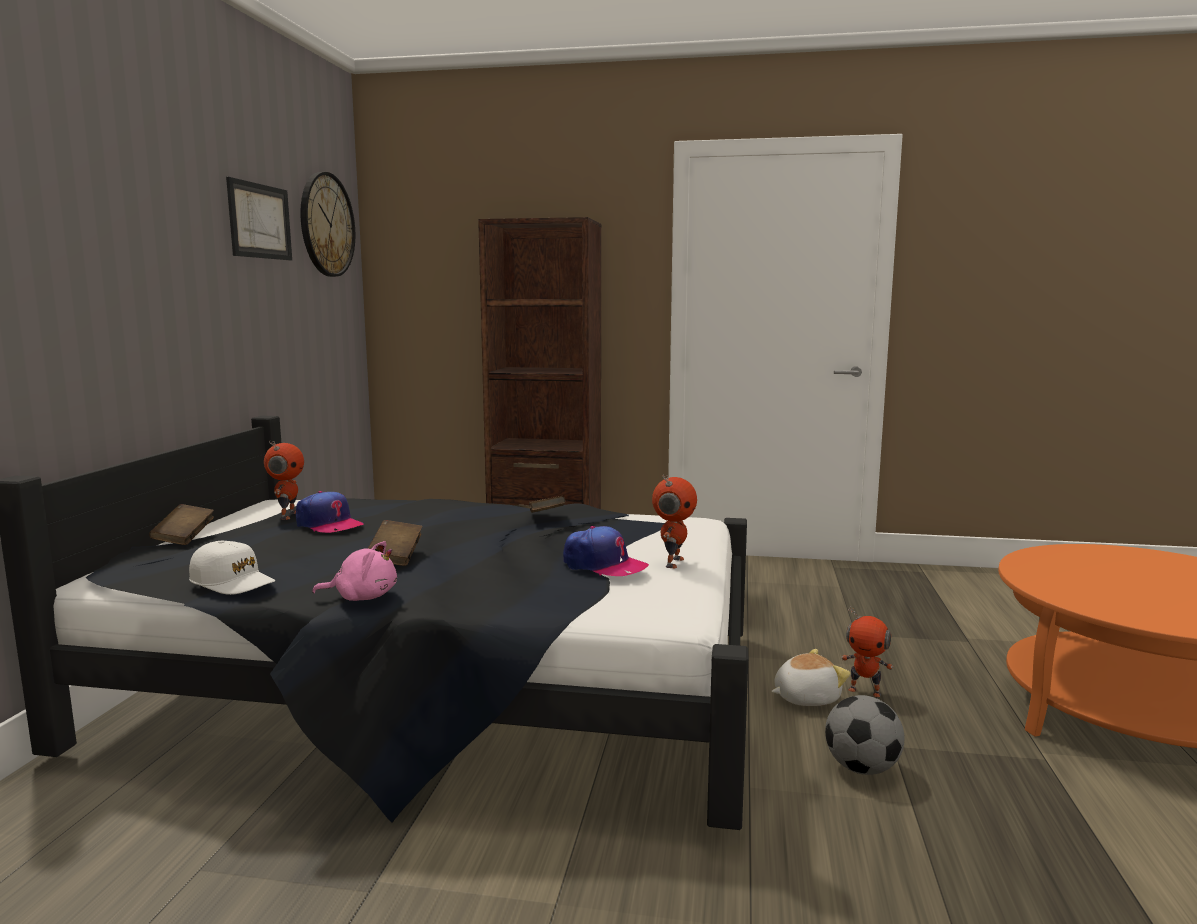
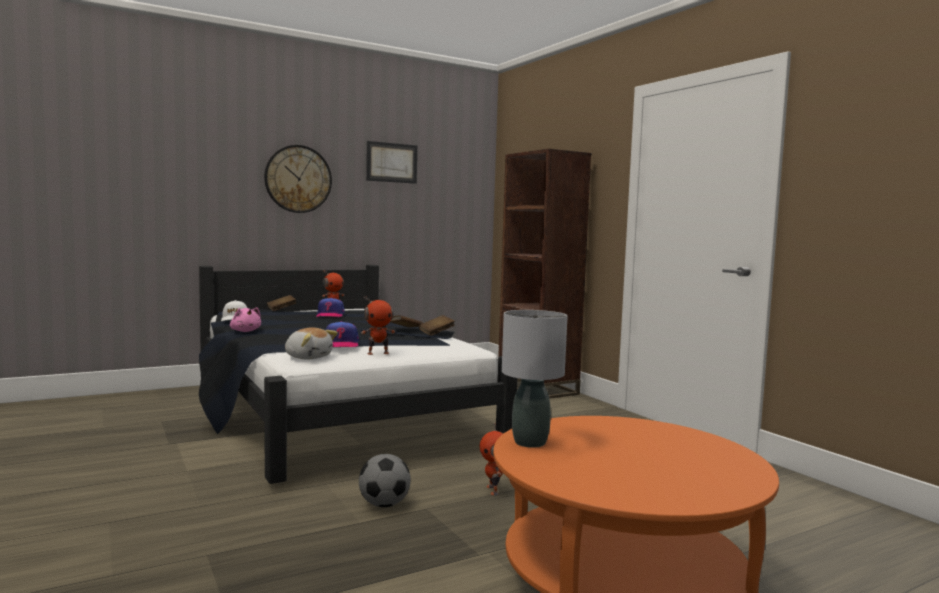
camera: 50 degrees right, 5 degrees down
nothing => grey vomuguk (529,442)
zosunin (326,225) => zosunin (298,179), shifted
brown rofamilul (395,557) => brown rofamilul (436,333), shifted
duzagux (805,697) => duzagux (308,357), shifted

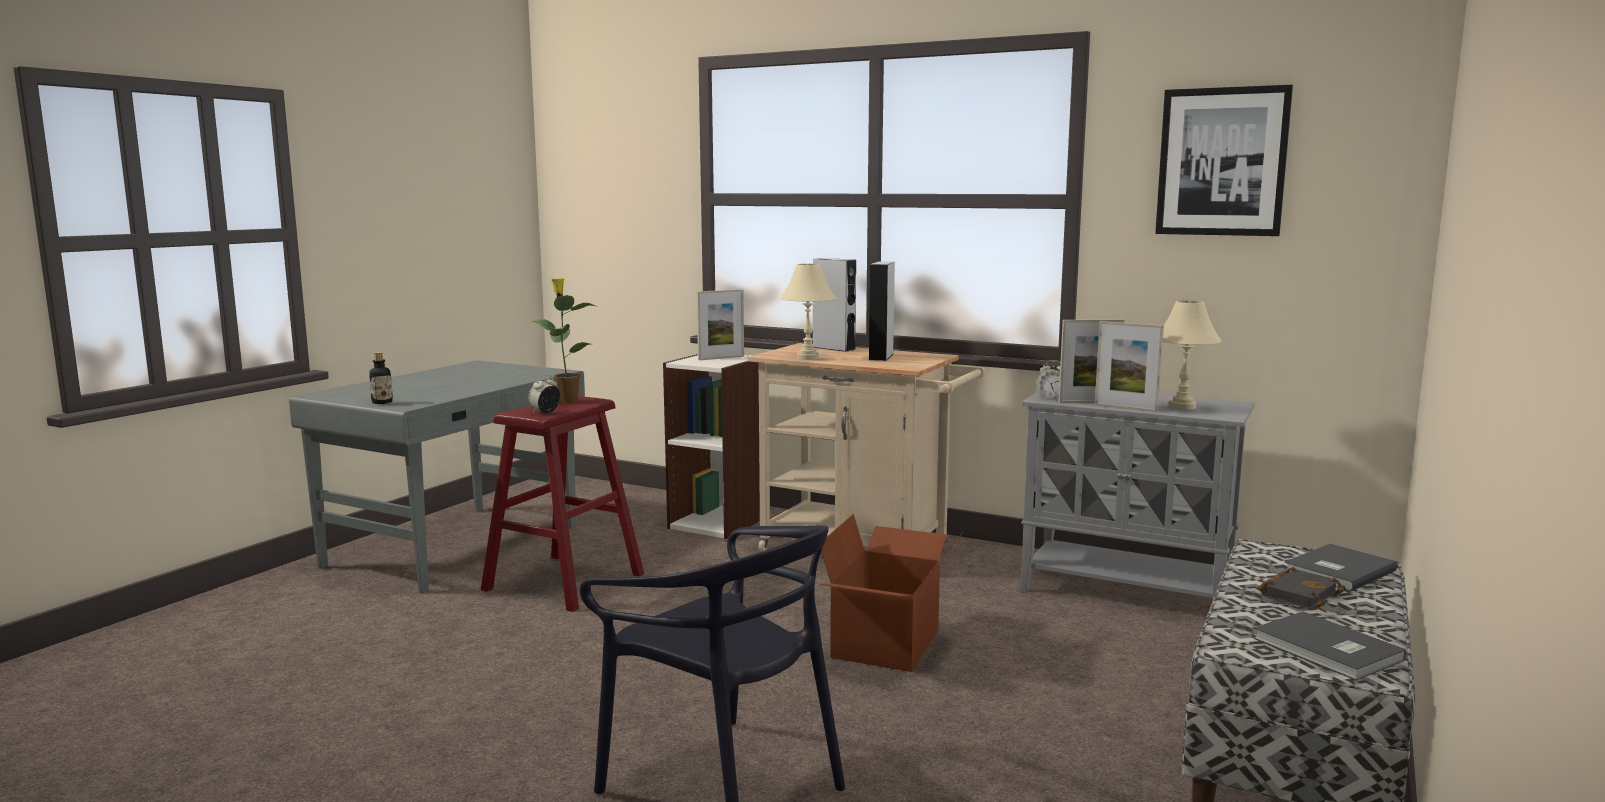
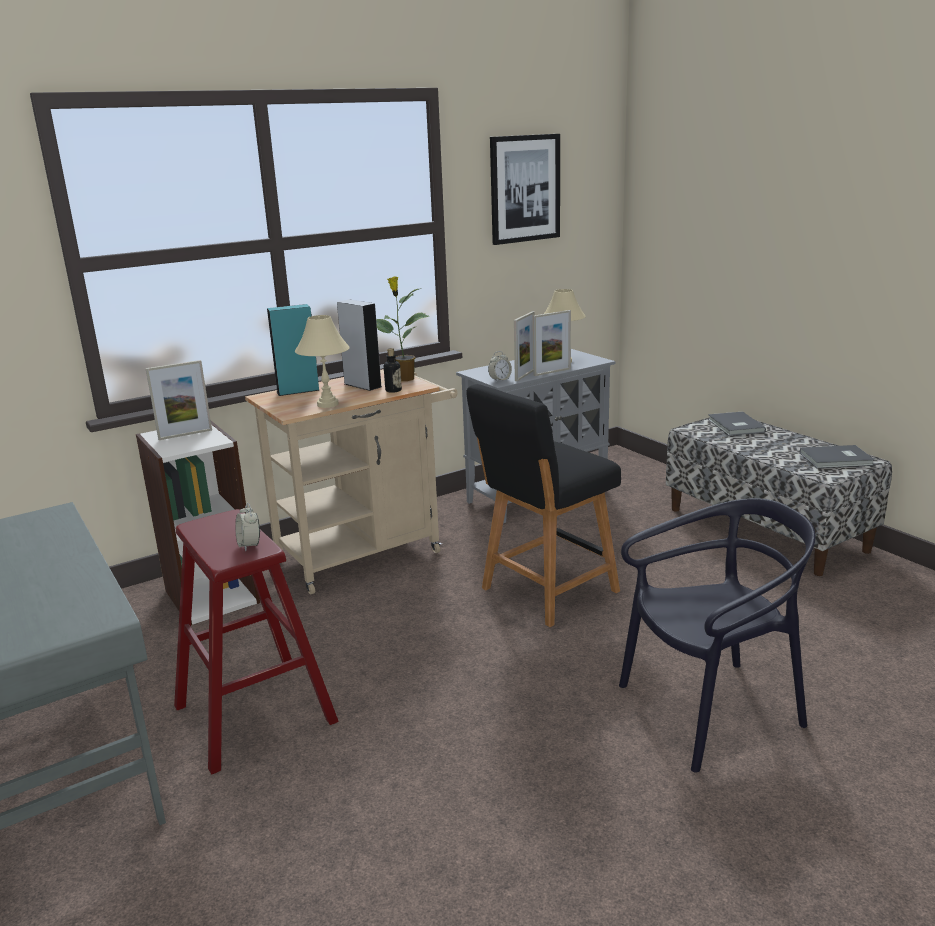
camera: 60 degrees left, 10 degrees up
black rofamilul (1299,594) => nothing
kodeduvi (382,402) => kodeduvi (393,390), shifted
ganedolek (567,401) => ganedolek (404,379), shifted
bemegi (888,645) => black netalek (545,592)
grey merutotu (834,348) => turquoise merutotu (298,391)
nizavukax (721,358) => nizavukax (185,434), 60 degrees clockwise

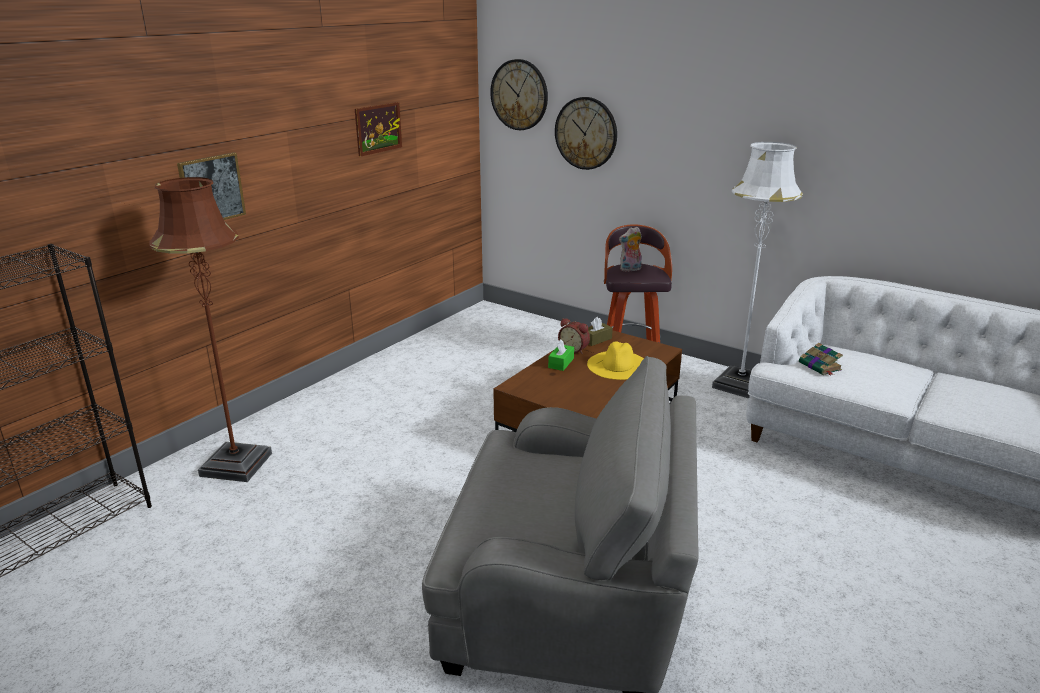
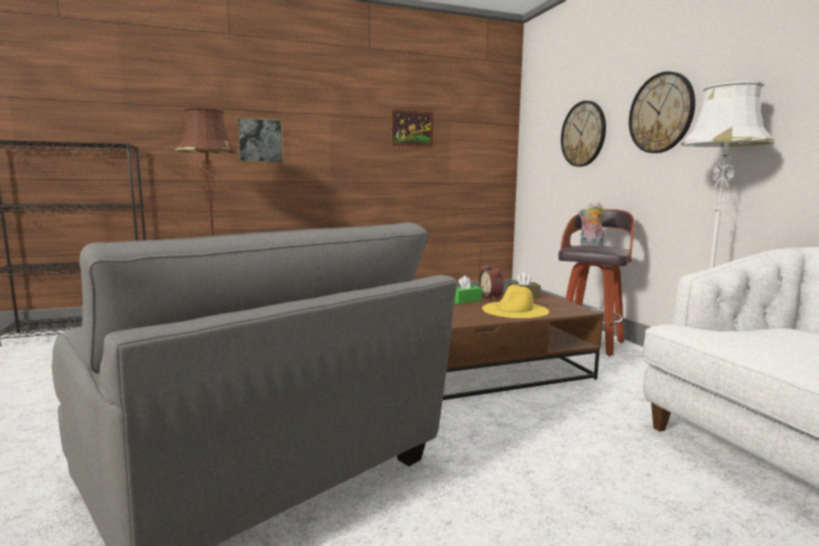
camera: 35 degrees right, 15 degrees down
rofamilul (820,366) => nothing
zosunin (519,95) => zosunin (661,113), shifted

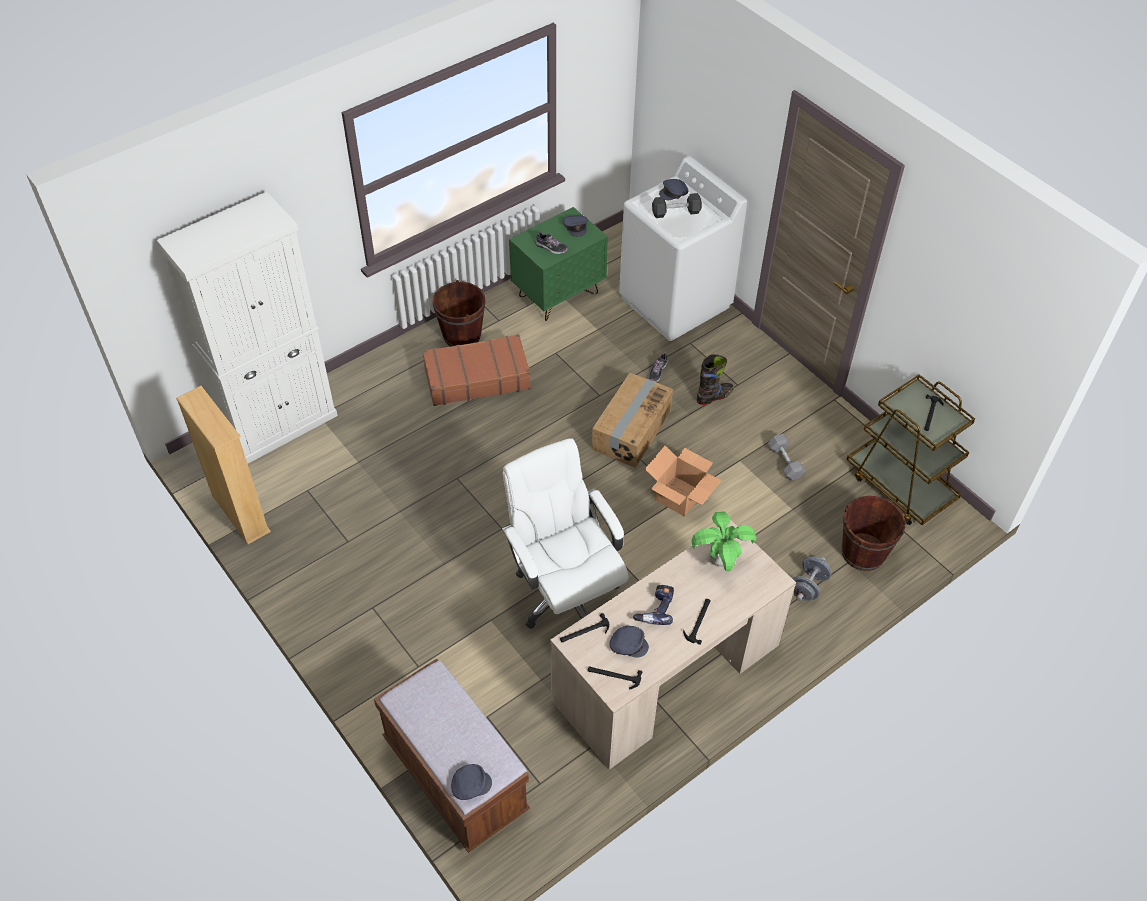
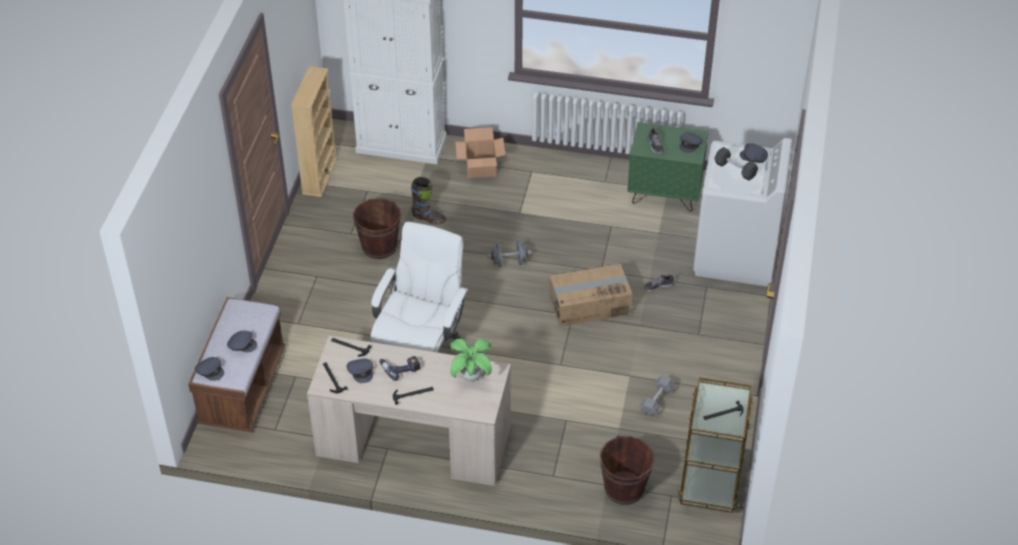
camera: 50 degrees right, 5 degrees down
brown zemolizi (476,378) => nothing
nothing => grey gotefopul (242,344)
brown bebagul (461,335) => brown bebagul (379,246), shifted
bemegi (679,495) => bemegi (481,167), shifted
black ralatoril (714,396) => black ralatoril (429,218), shifted
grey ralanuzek (808,586) => grey ralanuzek (509,262), shifted

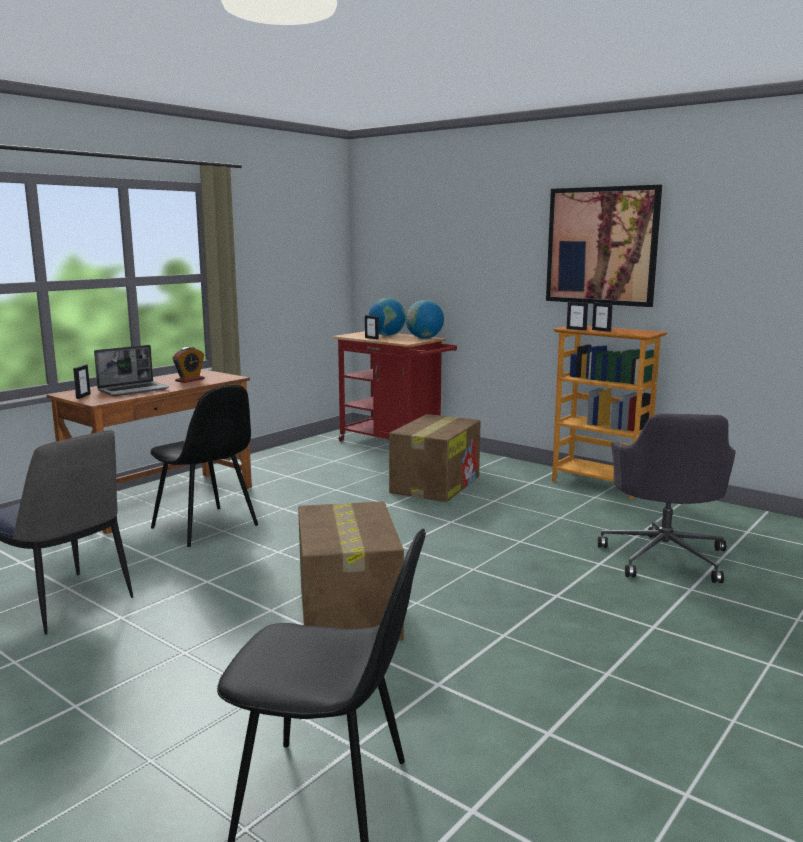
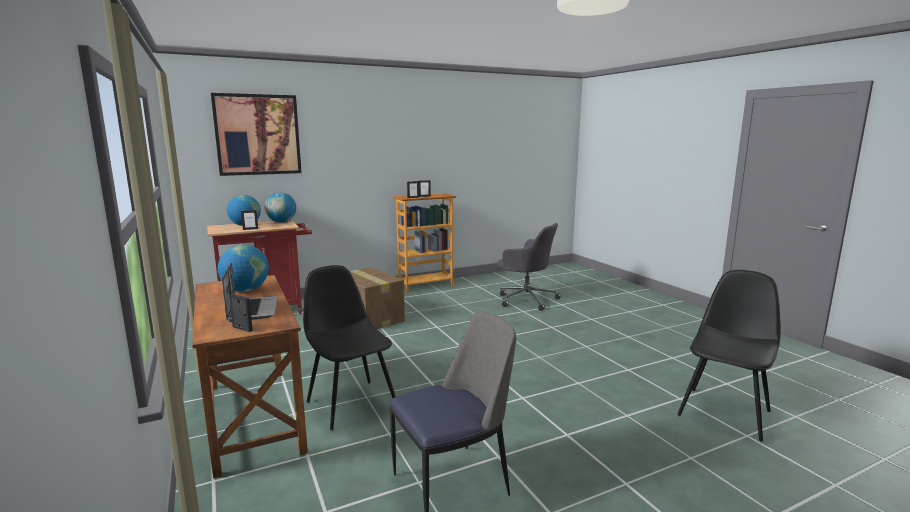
camera: 65 degrees left, 0 degrees up
bemegi (348,610) => nothing
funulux (601,246) => funulux (258,135), shifted
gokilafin (190,380) => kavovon (245,290)
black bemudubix (206,527) => black bemudubix (351,403), 105 degrees counterclockwise

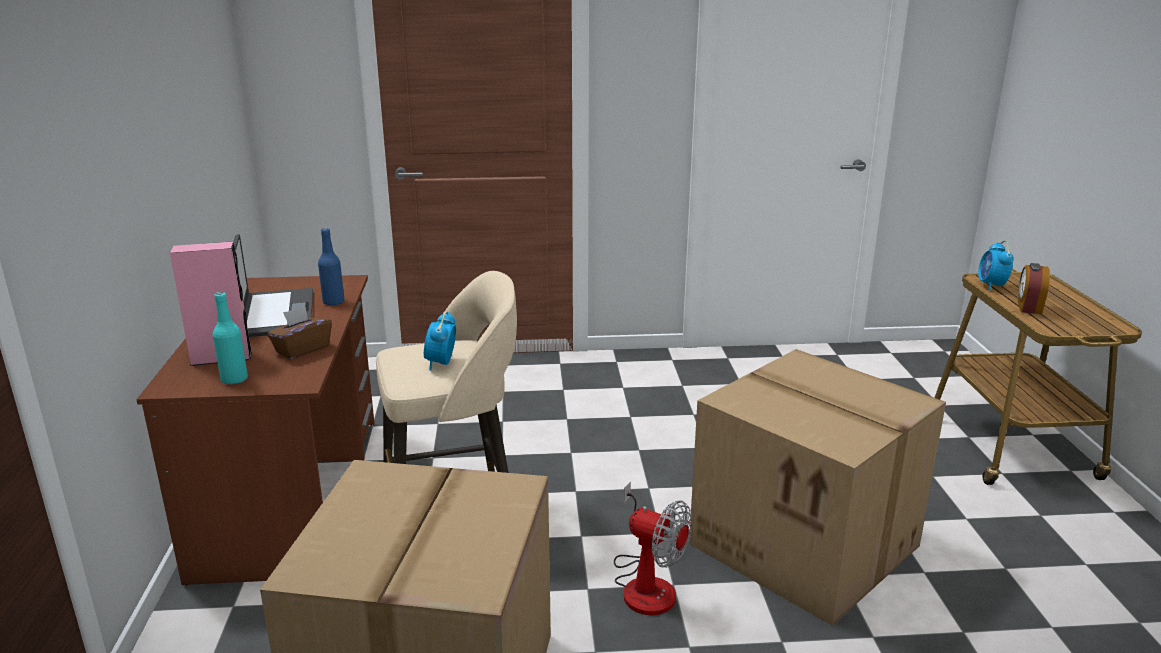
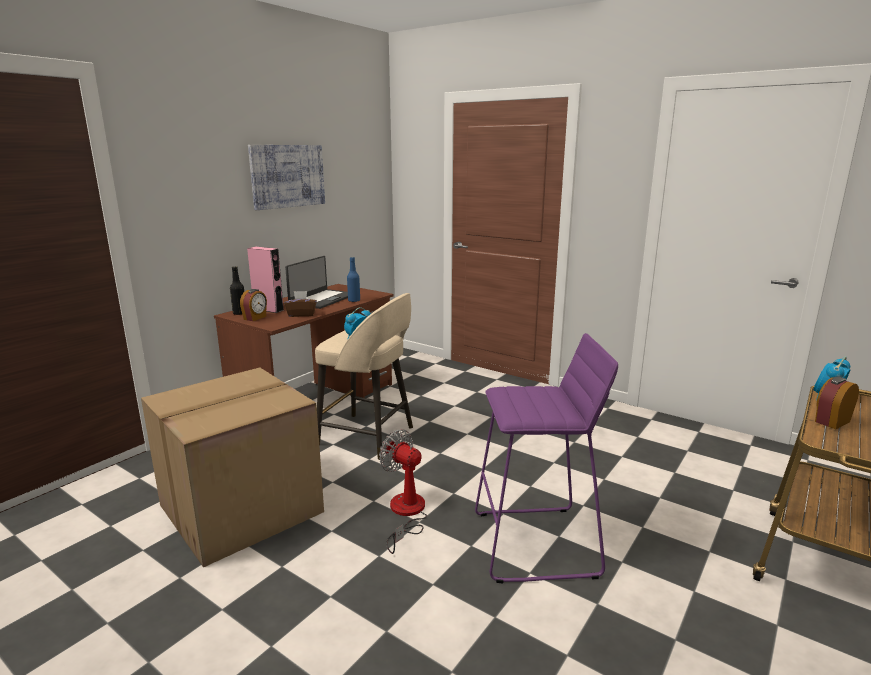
camera: 40 degrees right, 5 degrees down
nothing => black kodeduvi (239,313)
nothing => funulux (287,176)
turquoise kodeduvi (234,379) => gokilafin (255,318)
bemegi (808,545) => purple netalek (535,544)
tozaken (646,583) => tozaken (405,513), 150 degrees clockwise

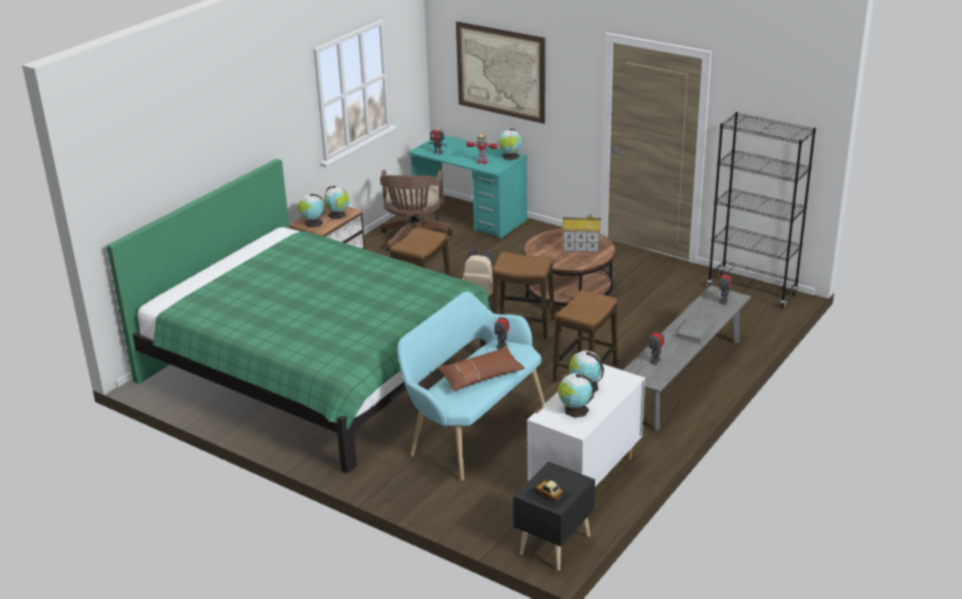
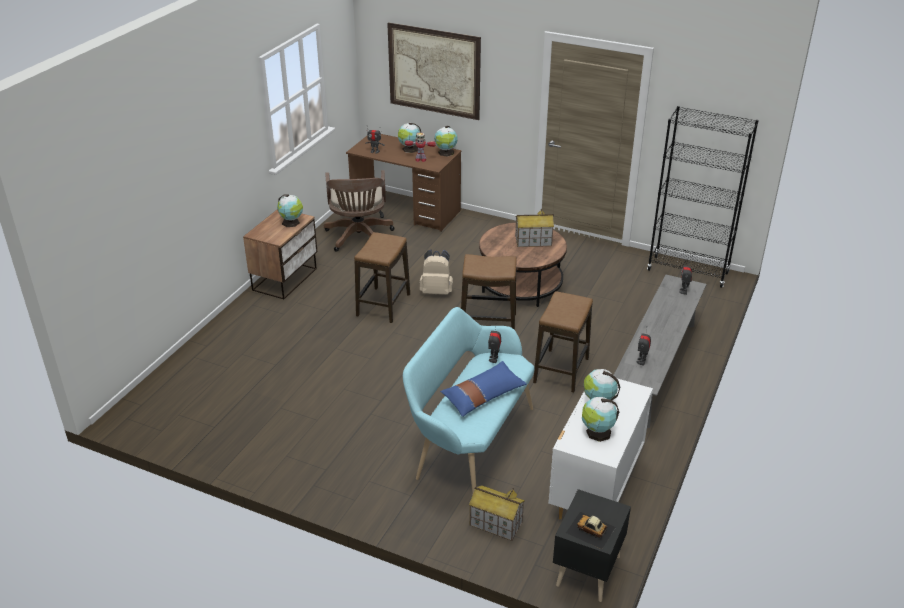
camera: 10 degrees left, 5 degrees up
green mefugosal (316,368) => nothing
grey rofamilul (695,332) => nothing
nothing => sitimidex (495,524)
kavovon (312,223) => kavovon (409,149), shifted
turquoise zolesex (470,217) => brown zolesex (406,211)
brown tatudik (481,376) => blue tatudik (483,395)

